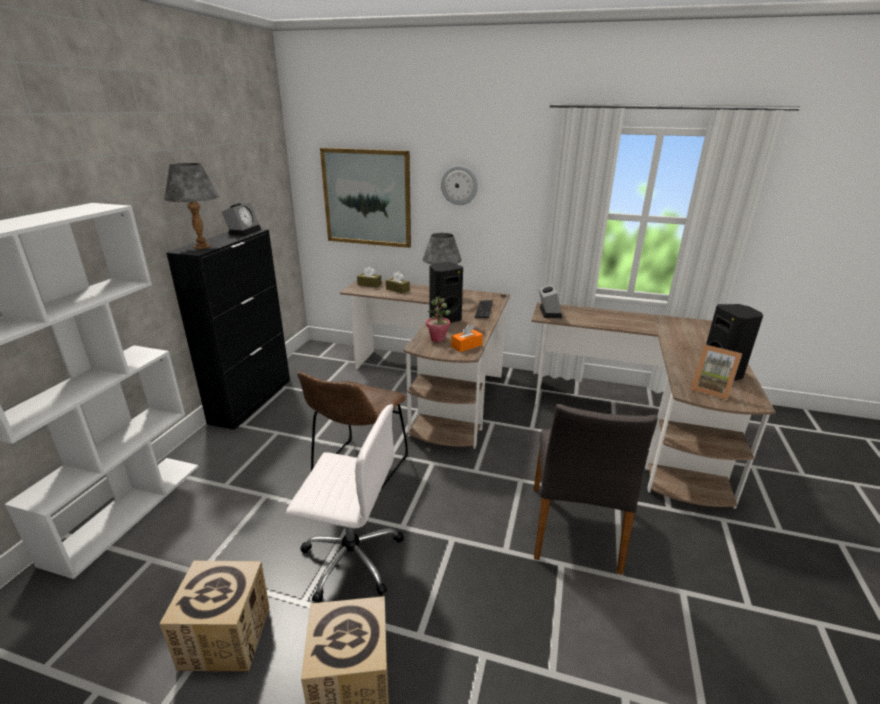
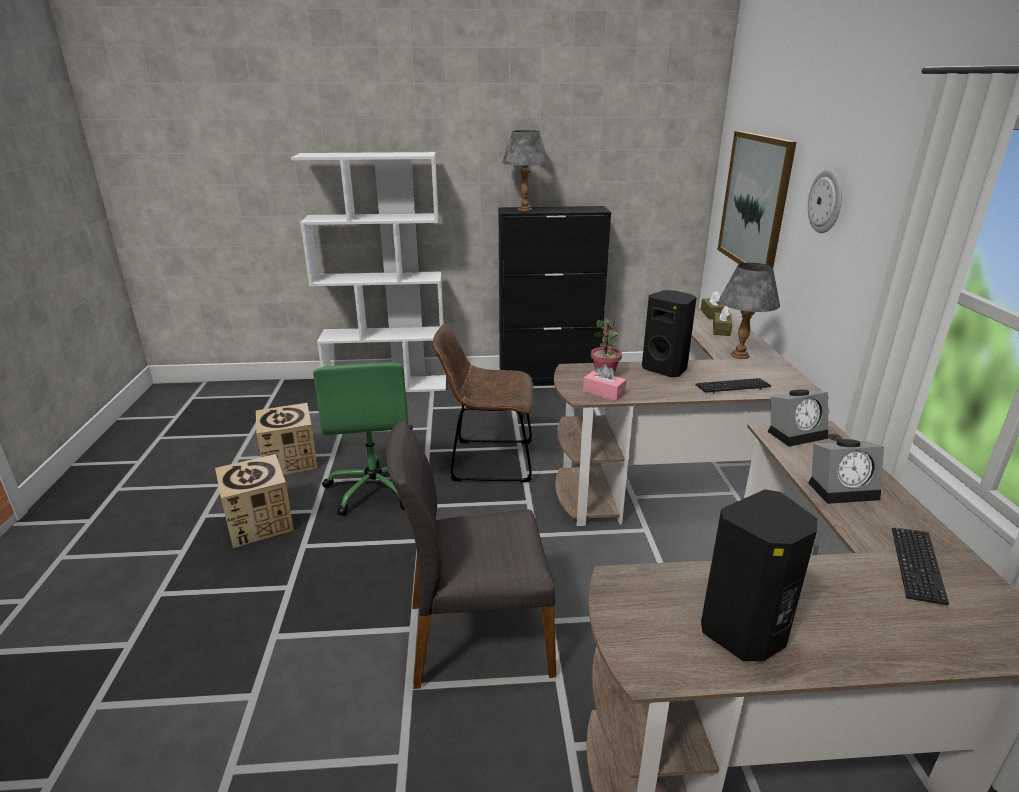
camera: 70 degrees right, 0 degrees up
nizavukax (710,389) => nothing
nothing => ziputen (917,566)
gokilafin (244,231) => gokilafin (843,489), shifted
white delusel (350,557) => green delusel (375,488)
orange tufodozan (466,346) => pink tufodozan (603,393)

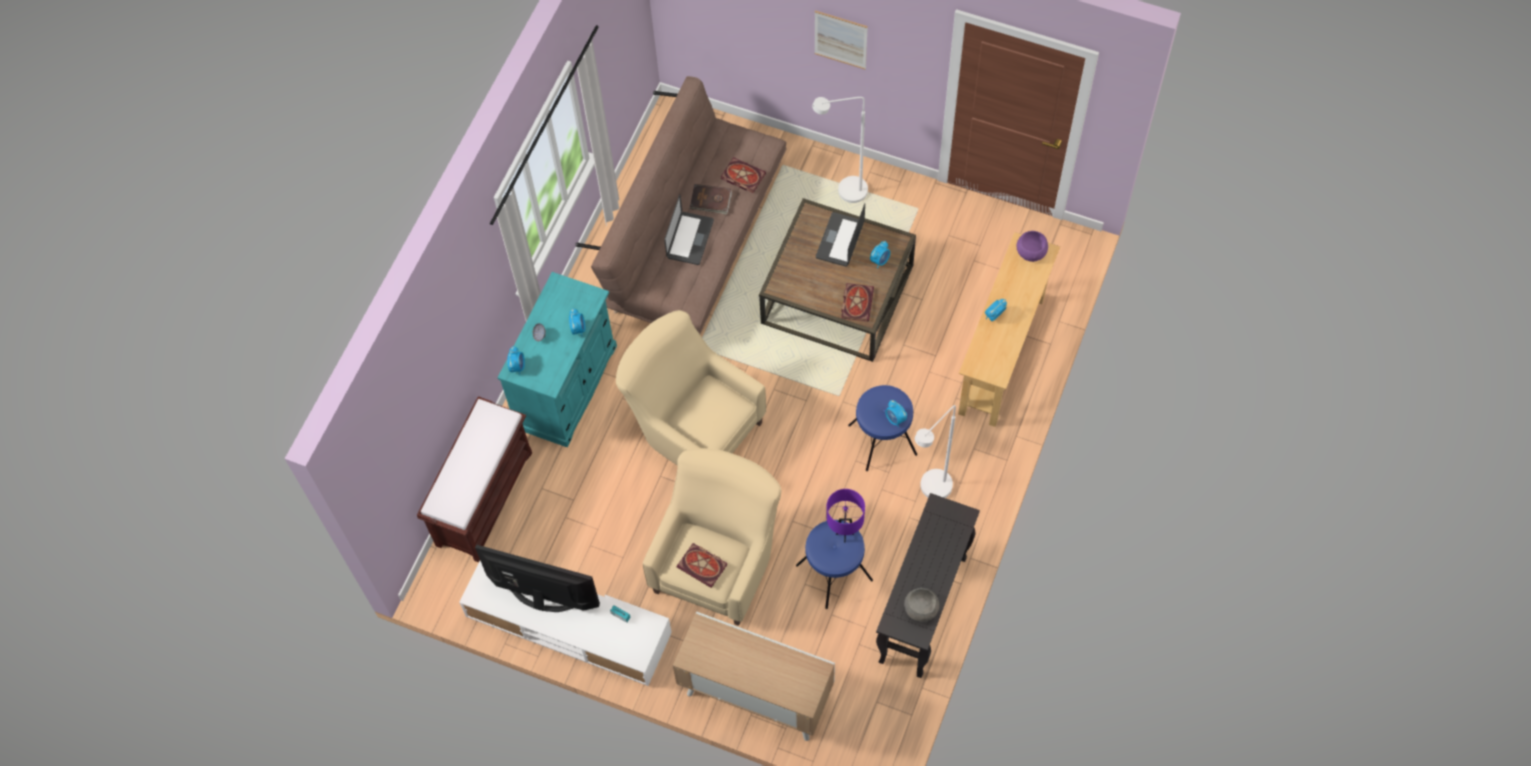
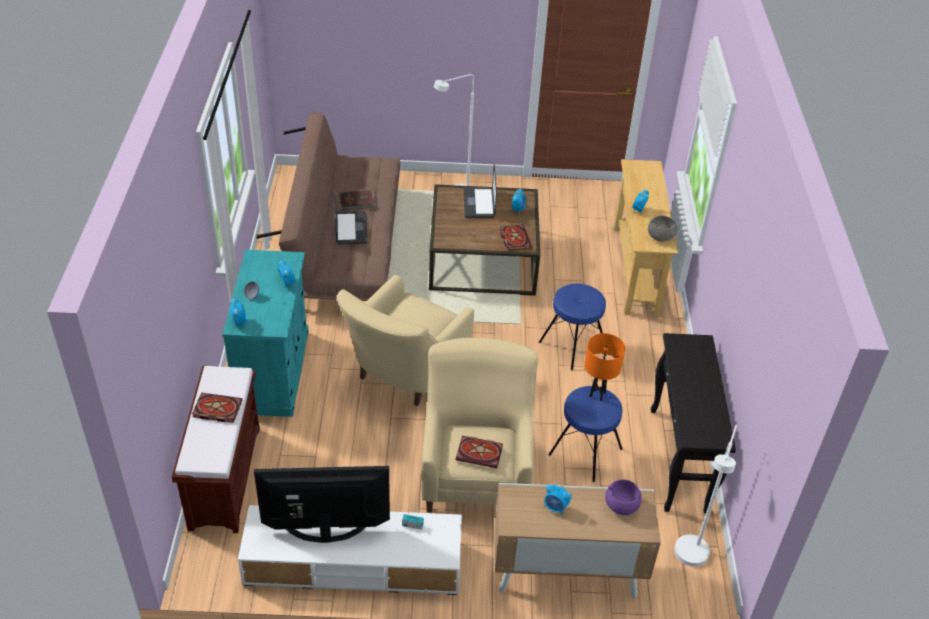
camera: 25 degrees left, 20 degrees down
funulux (840,39) => nothing
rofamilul (742,176) => rofamilul (216,409), shifted
gokilafin (895,419) => gokilafin (555,507), shifted
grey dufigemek (921,608) => grey dufigemek (661,236), shifted
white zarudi (931,492) => white zarudi (690,560), shifted
purple dufigemek (1031,252) => purple dufigemek (621,505), shifted
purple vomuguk (844,534) => orange vomuguk (597,394)
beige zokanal (693,427) => beige zokanal (404,374), 75 degrees counterclockwise

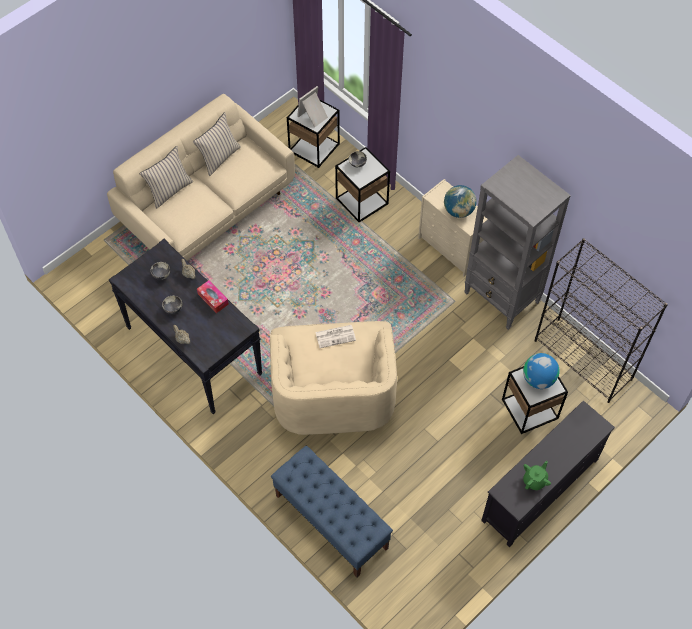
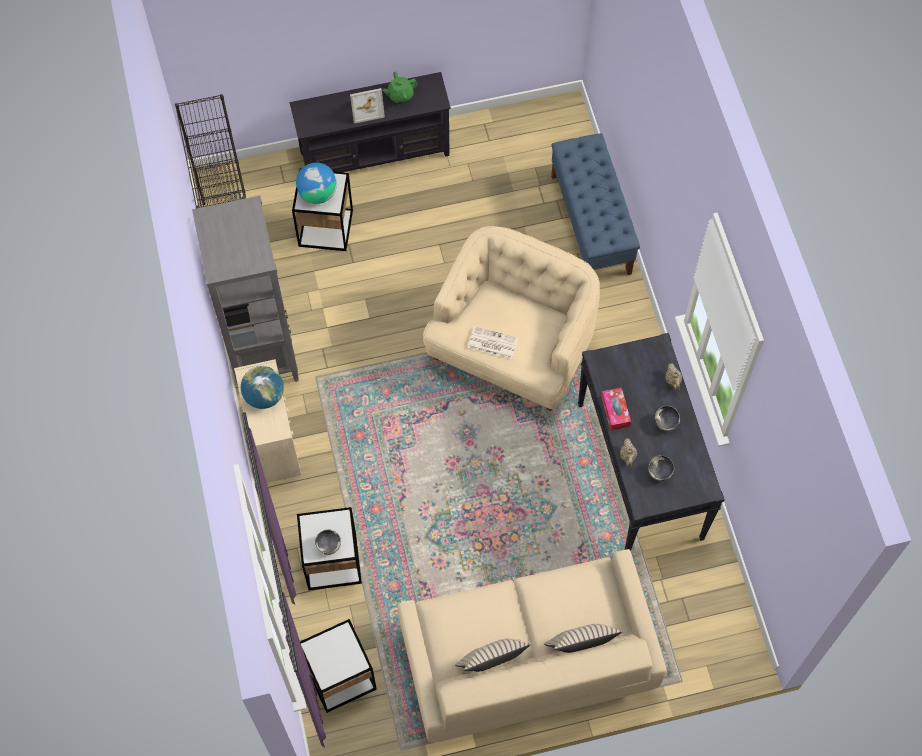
camera: 150 degrees left, 5 degrees up
nizavukax (314,116) => nizavukax (366,108), shifted

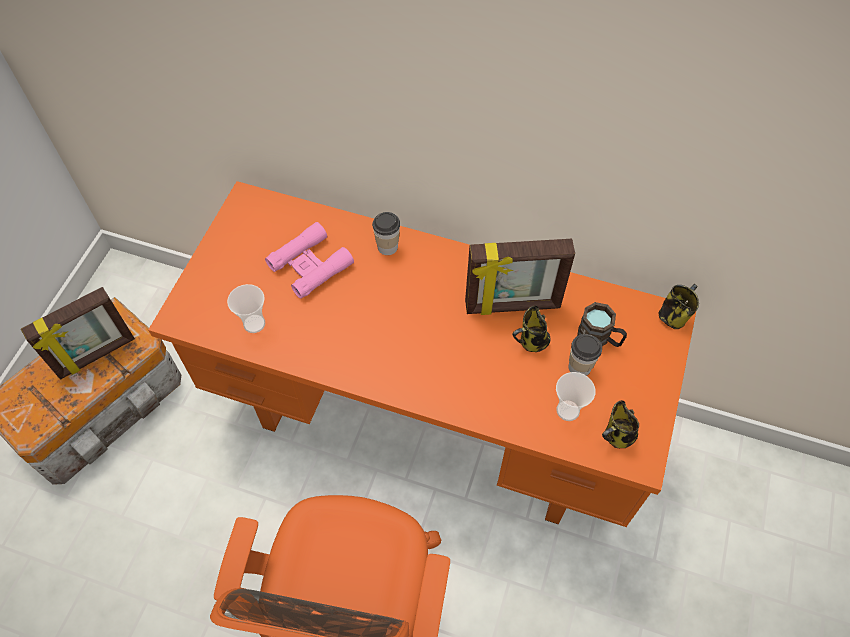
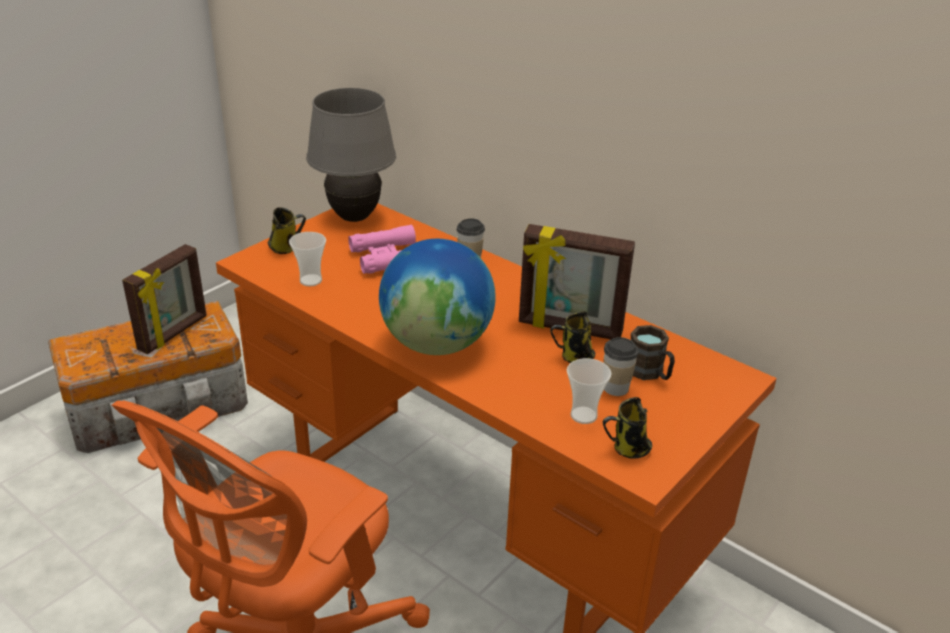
camera: 20 degrees right, 25 degrees down
nothing => grey vomuguk (354,217)
nothing => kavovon (437,343)
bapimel (674,316) => bapimel (285,247), shifted
nizavukax (96,355) => nizavukax (174,334), 45 degrees counterclockwise

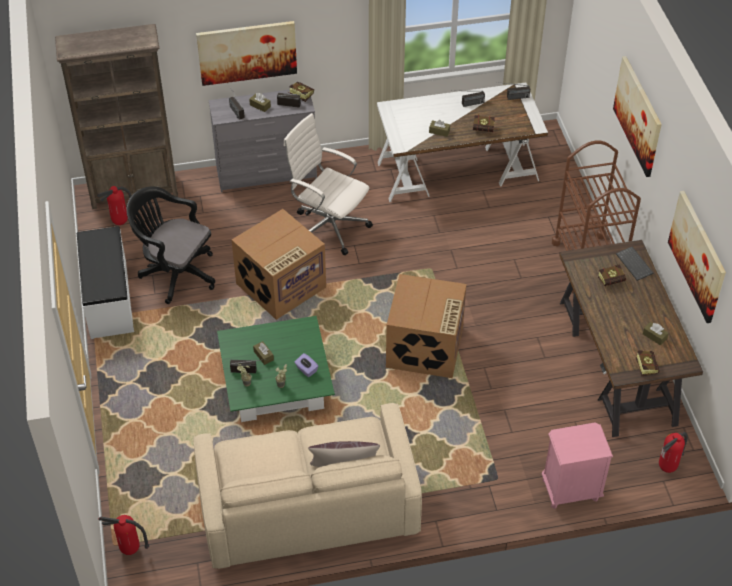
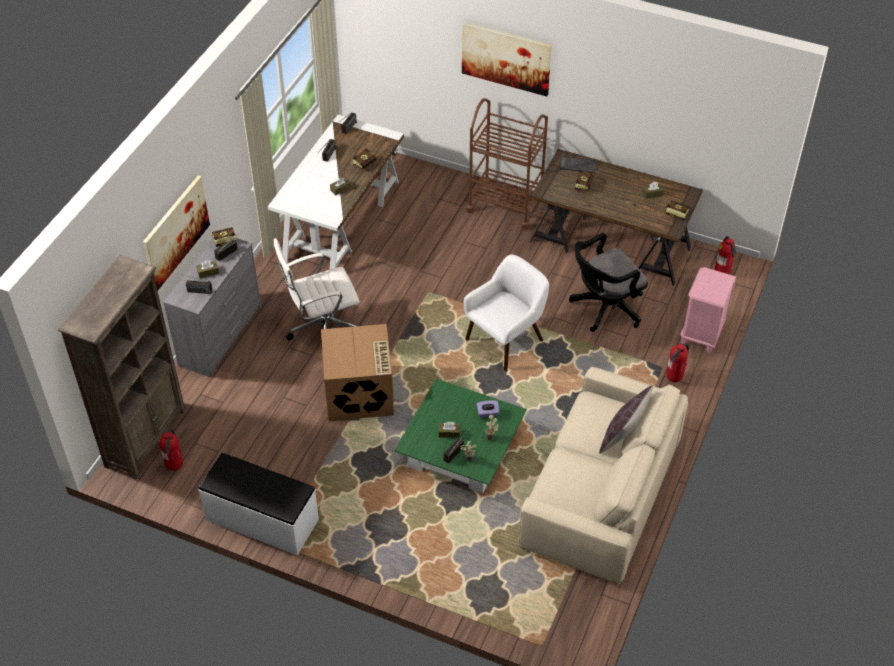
camera: 55 degrees left, 0 degrees up
funulux (697,256) => nothing
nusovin (130,550) => nusovin (674,379), shifted
black delusel (175,273) => black delusel (604,308), shifted
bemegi (425,348) => white zokanal (506,340)

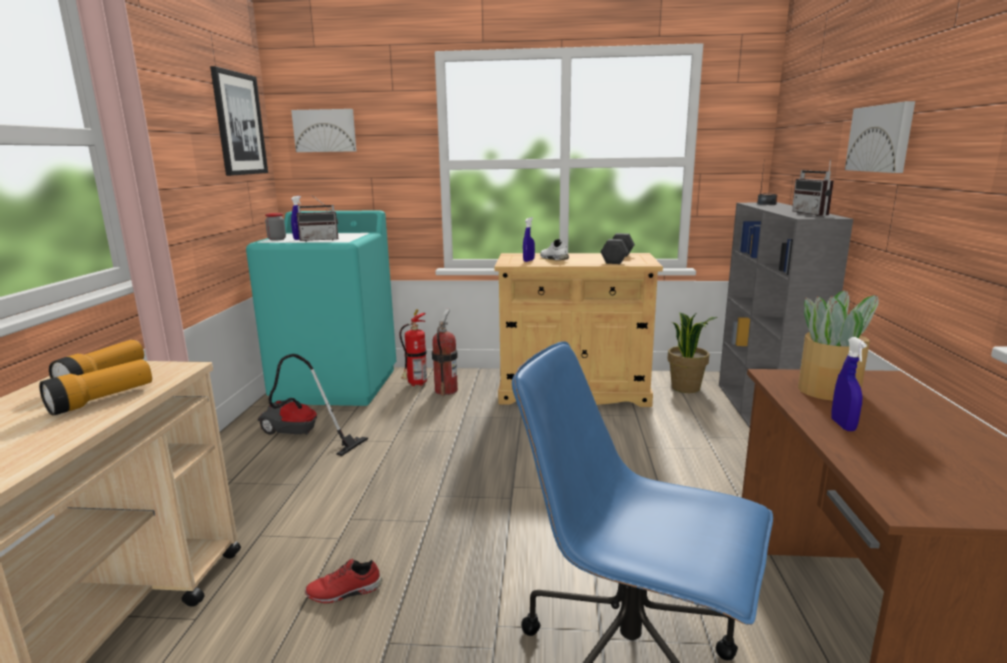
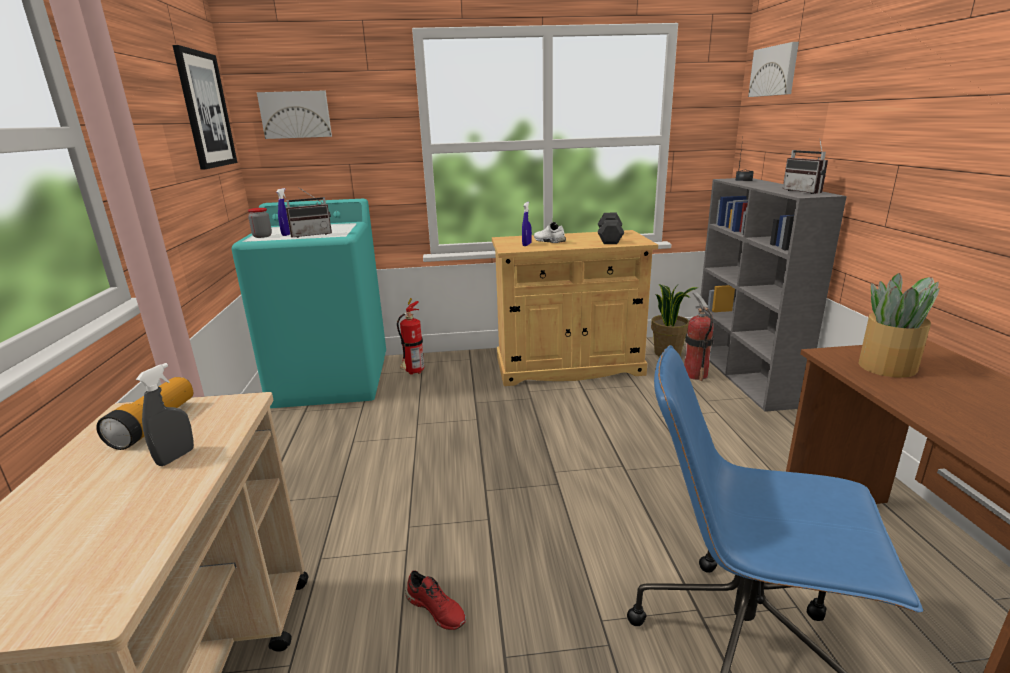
camera: 10 degrees left, 5 degrees up
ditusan (301,436) => nothing
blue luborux (843,425) => nothing
nusovin (446,390) => nusovin (695,374), shifted
funulux (881,138) => funulux (774,71), shifted
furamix (102,400) => grey luborux (176,457)
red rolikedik (344,592) => red rolikedik (437,609), 120 degrees counterclockwise

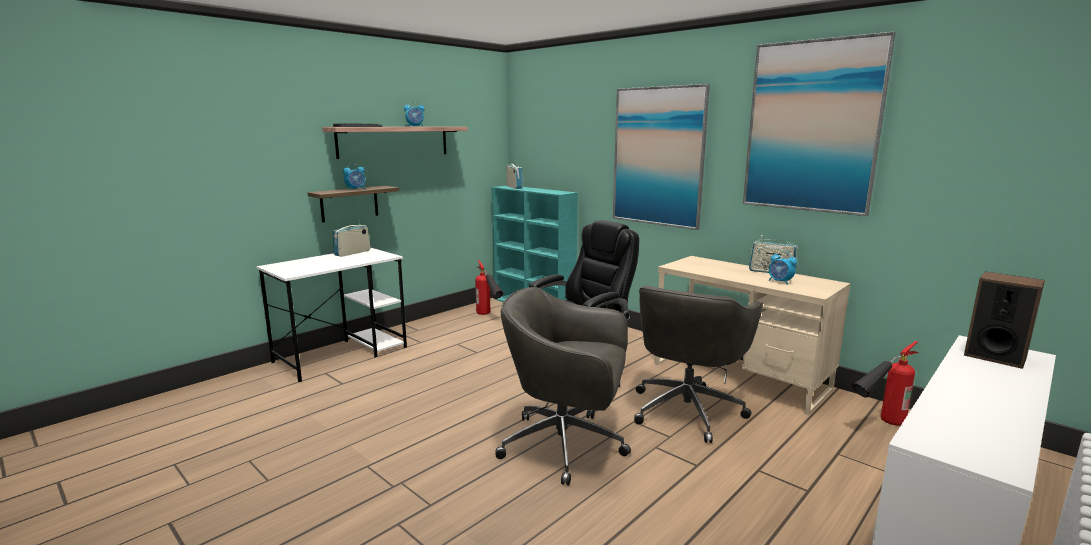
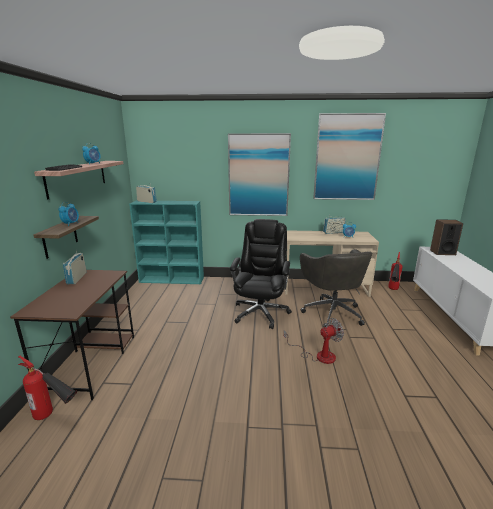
camera: 40 degrees left, 5 degrees up
nusovin (488,316) => nusovin (55,418), shifted
grey delusel (566,446) => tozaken (318,355)
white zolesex (342,354) => brown zolesex (91,362)

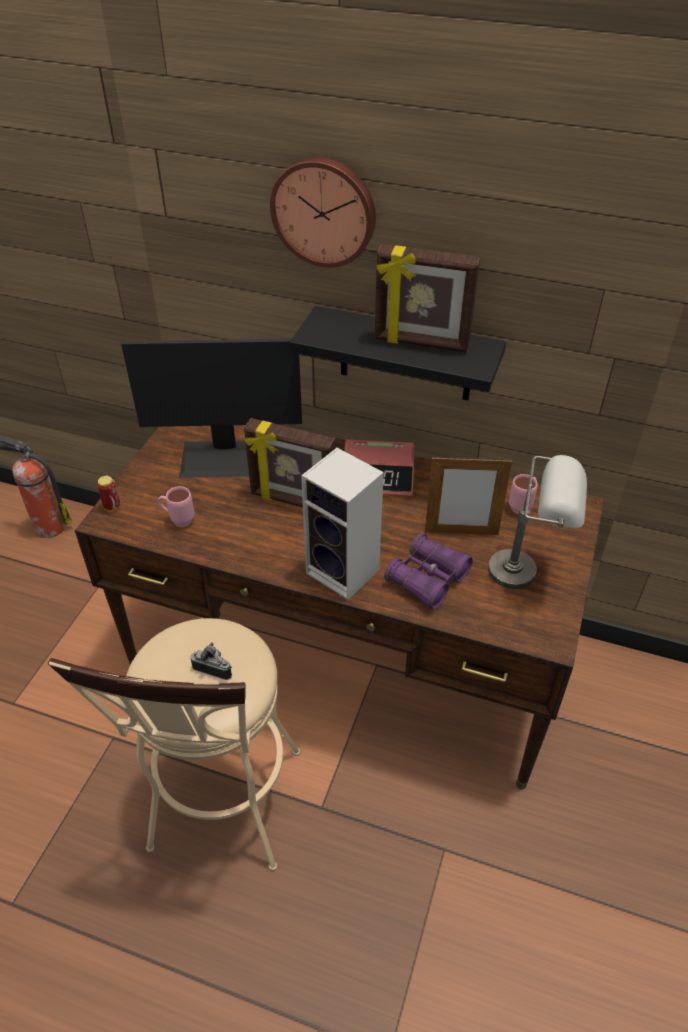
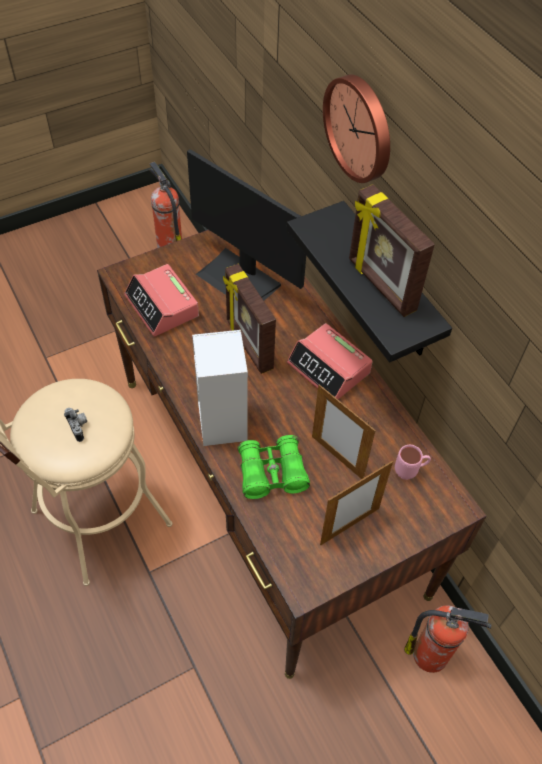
camera: 40 degrees right, 10 degrees up
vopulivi (112,507) => nothing
nothing => nusovin (432,655)
pink bapimel (178,520) => gokilafin (162,306)
grey vomuguk (529,572) => nizavukax (349,526)
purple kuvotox (427,579) => green kuvotox (272,473)

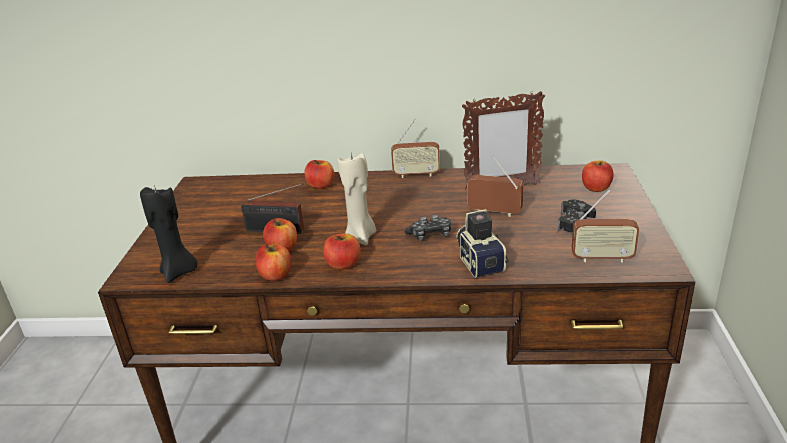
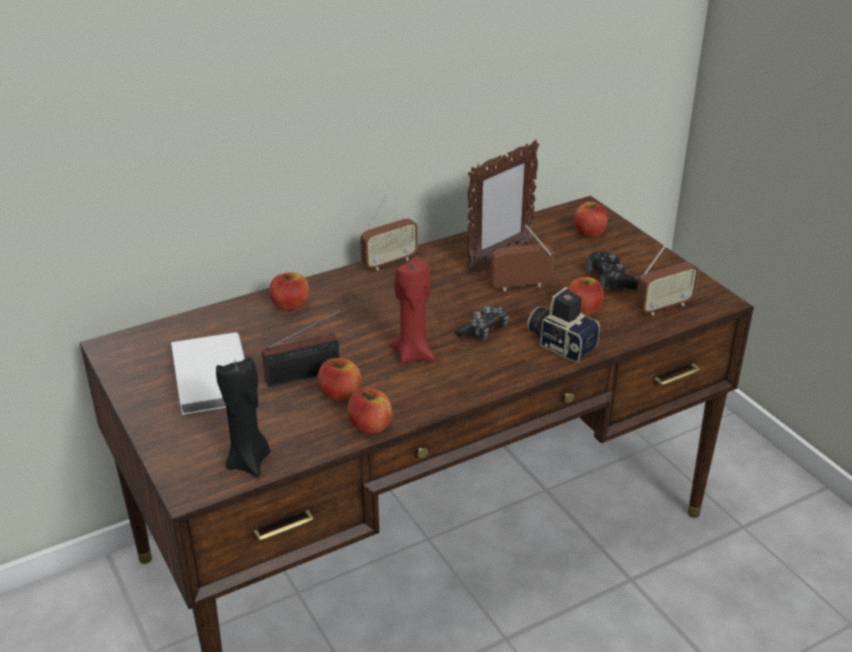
camera: 35 degrees left, 5 degrees up
nothing => white rofamilul (209,378)
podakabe (343,264) => podakabe (582,310), shifted
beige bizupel (361,237) => red bizupel (413,354)

